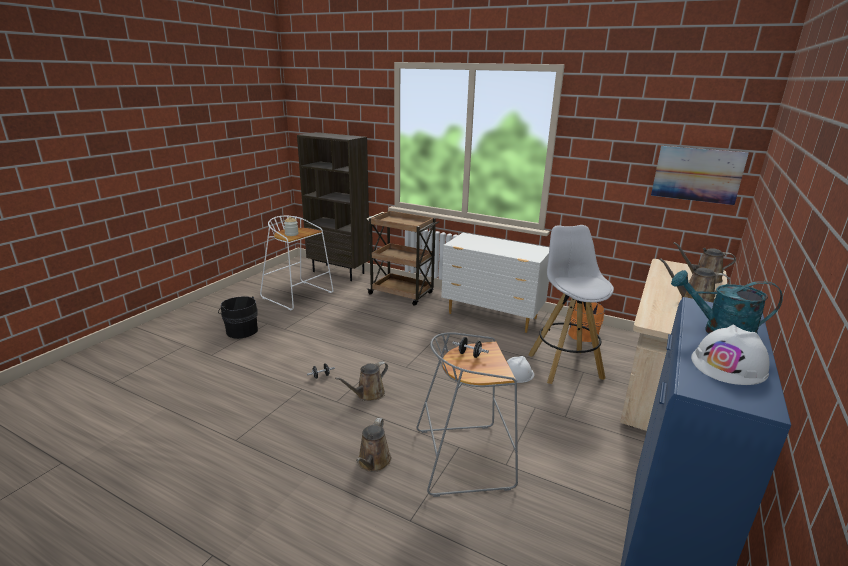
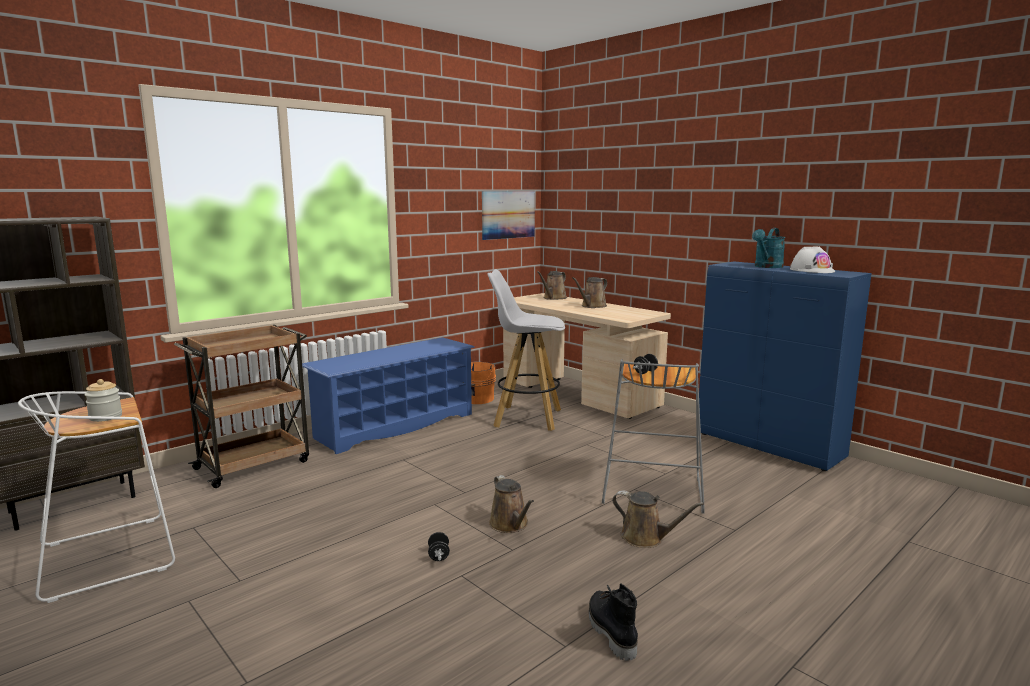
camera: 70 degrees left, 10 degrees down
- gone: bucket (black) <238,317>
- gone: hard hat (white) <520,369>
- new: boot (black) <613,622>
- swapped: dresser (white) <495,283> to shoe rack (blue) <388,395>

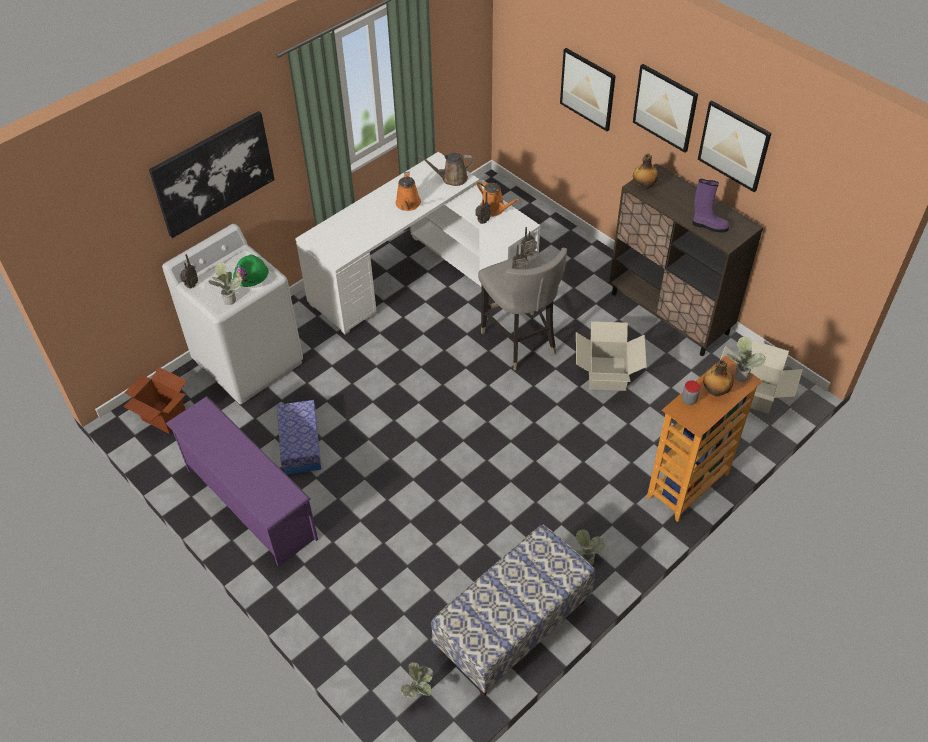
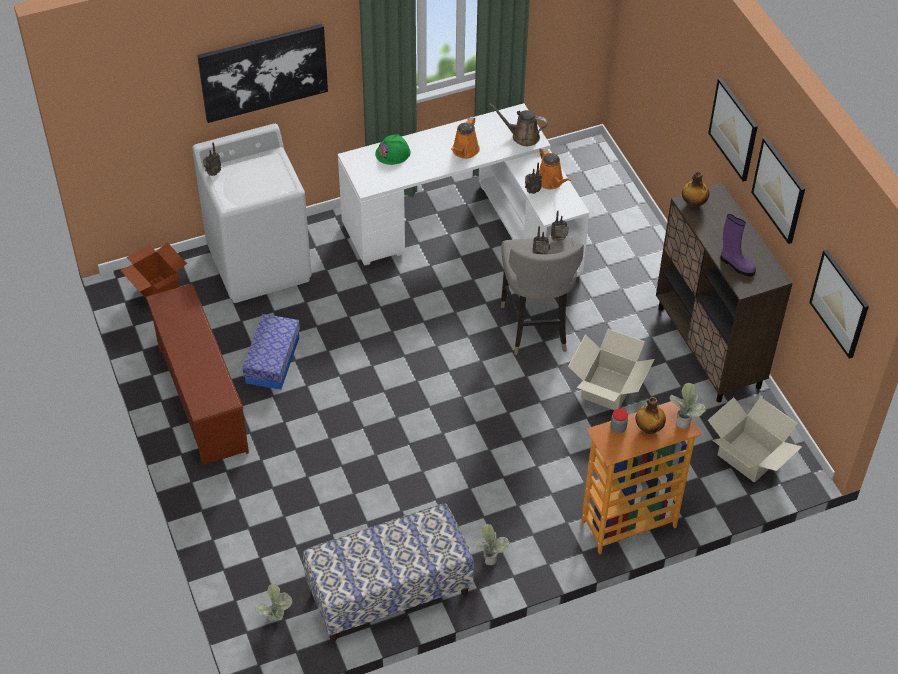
camera: 20 degrees right, 0 degrees up
- gone: potted plant <225,284>
- shifted: hard hat (green) <251,271> to <393,149>
- shifted: picture <588,89> to <839,304>
- repainted: shoe rack (purple) <242,481> to shoe rack (brown) <197,374>

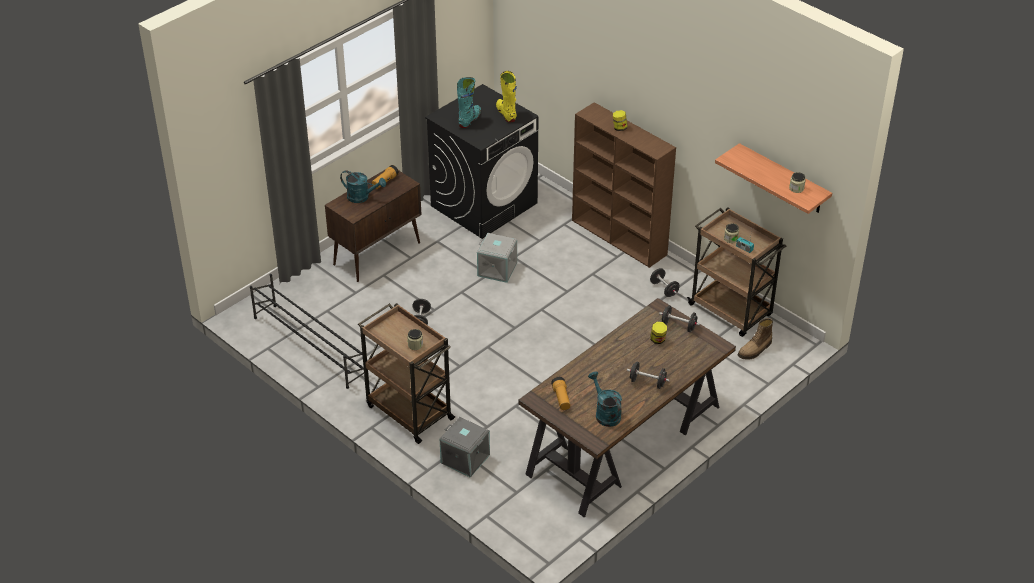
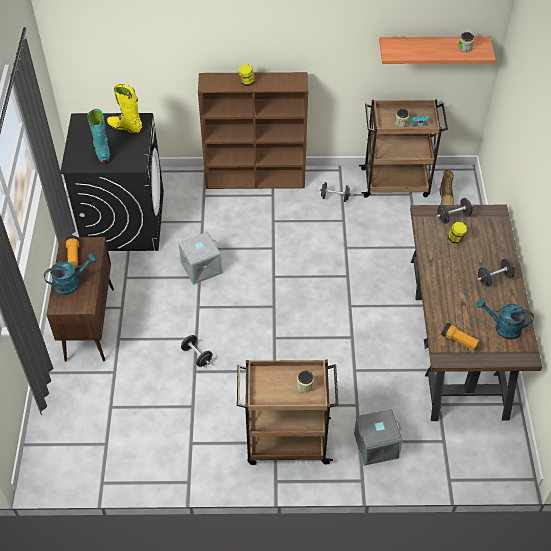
camera: 45 degrees left, 10 degrees up
- gone: shoe rack (black) <309,331>

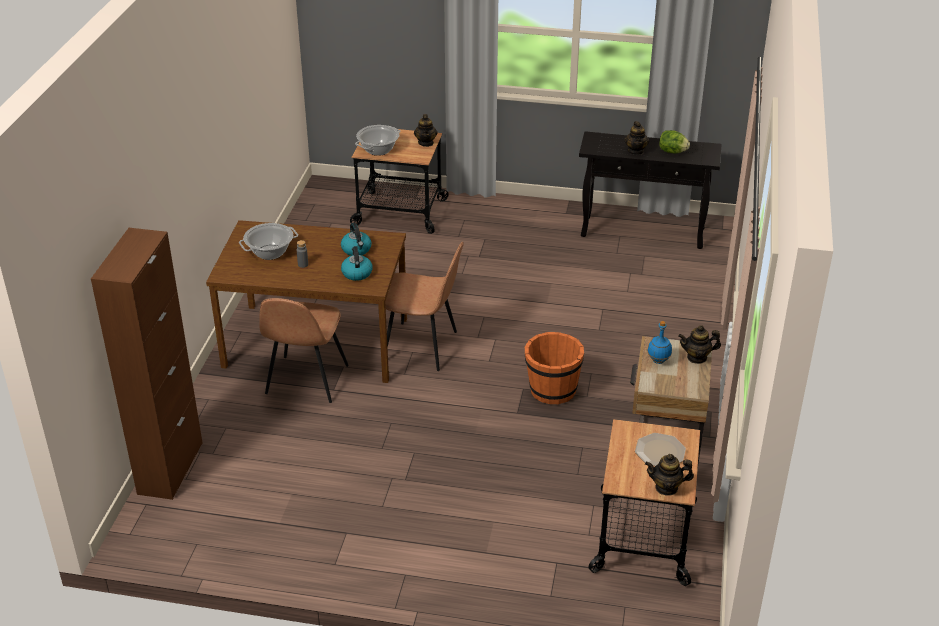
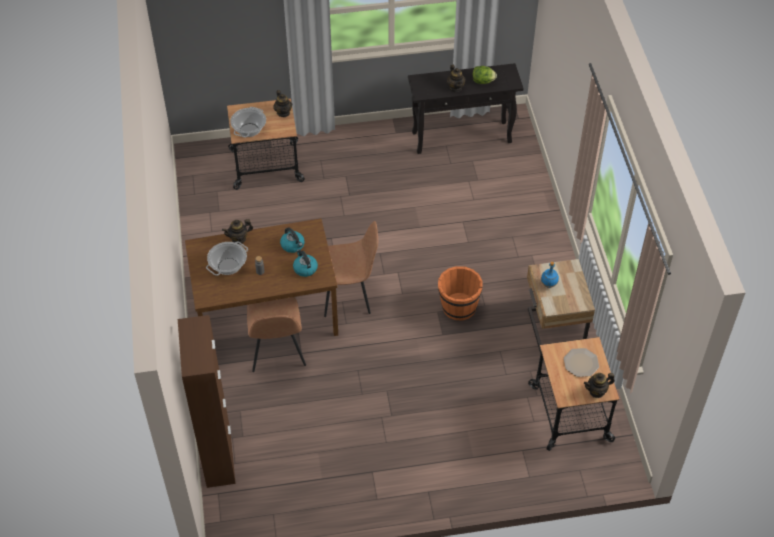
camera: 20 degrees left, 15 degrees up
- shifted: teapot <699,344> to <237,231>

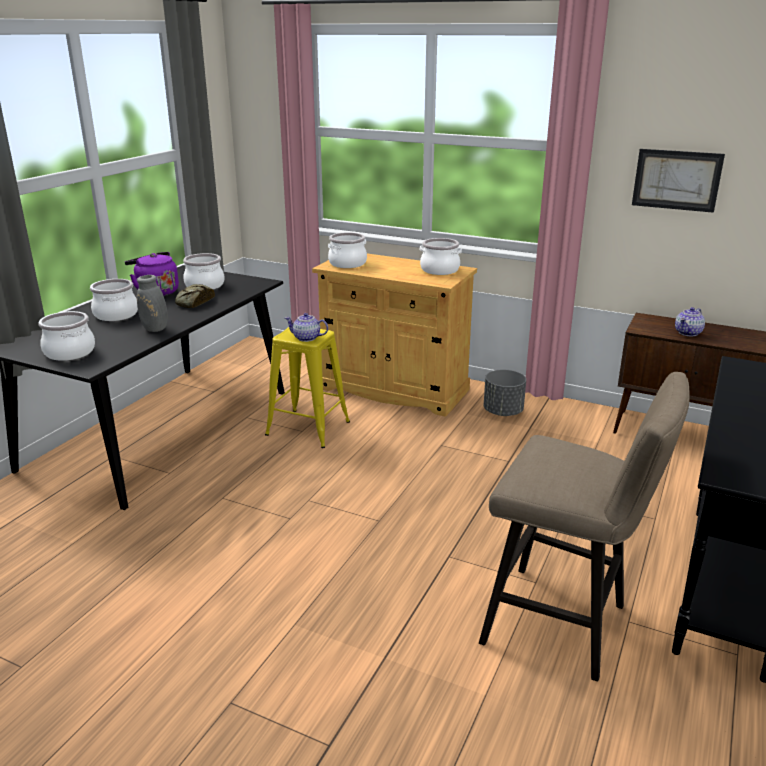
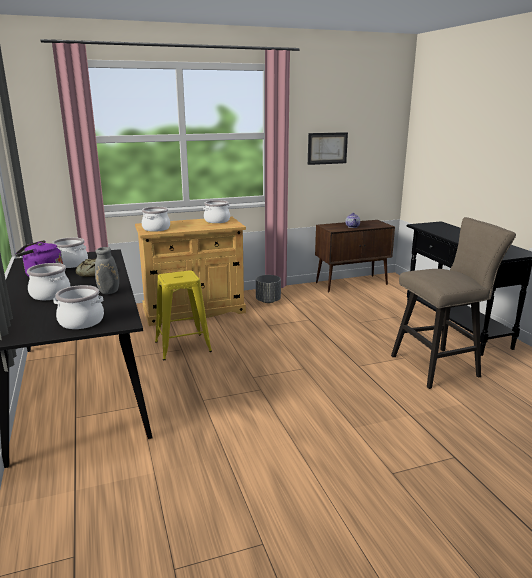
camera: 45 degrees left, 5 degrees down
- gone: teapot <306,327>

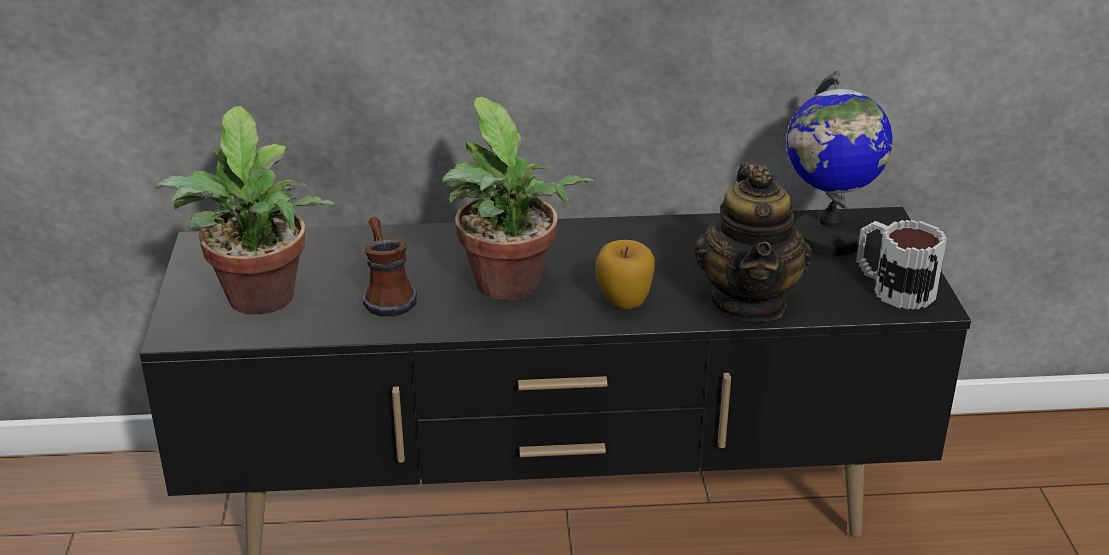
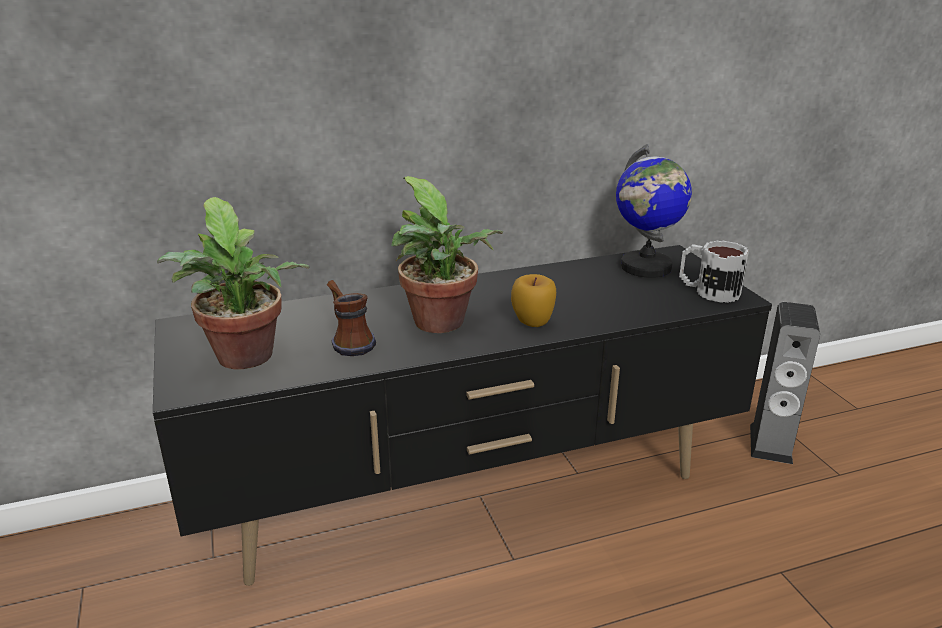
camera: 15 degrees left, 5 degrees down
- gone: teapot <753,242>
- new: speaker <785,383>

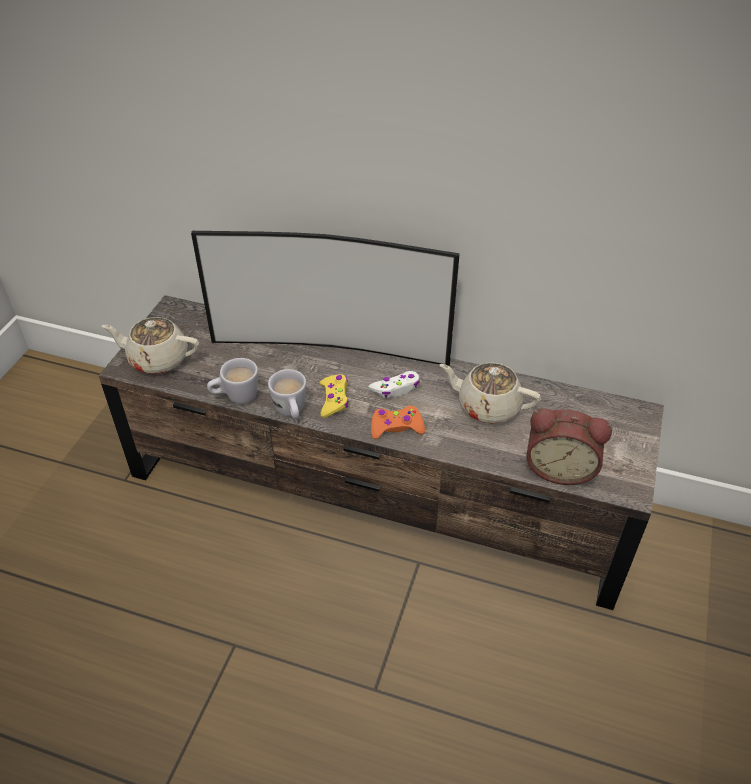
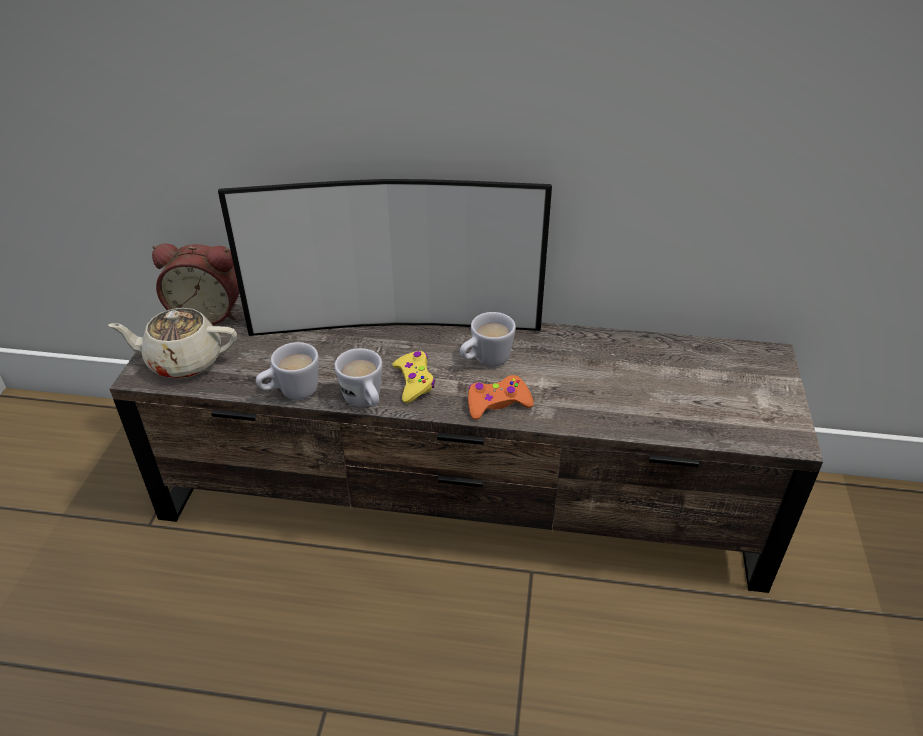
camera: 10 degrees left, 5 degrees down
- gone: teapot (beige) <490,393>
- shifted: alarm clock <569,446> to <196,284>
- swapped: game controller (white) <394,384> to mug (white) <488,339>

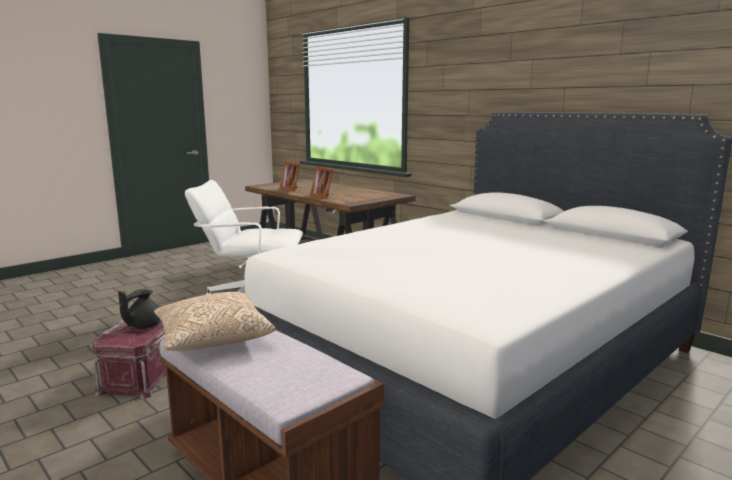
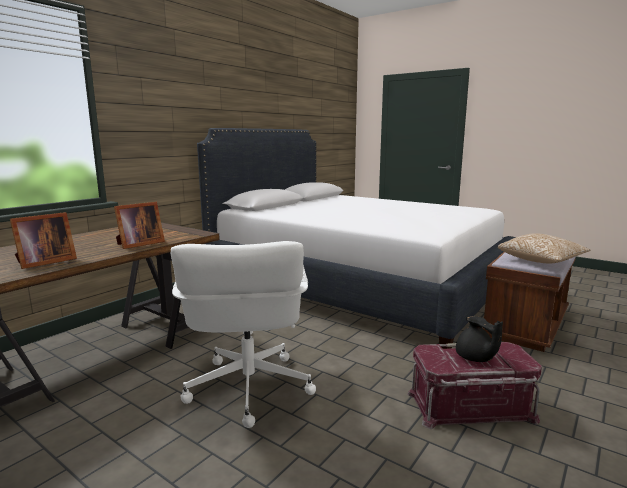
camera: 100 degrees left, 0 degrees up
- rotated: teapot (black) <139,309> = <479,339> 45 degrees clockwise

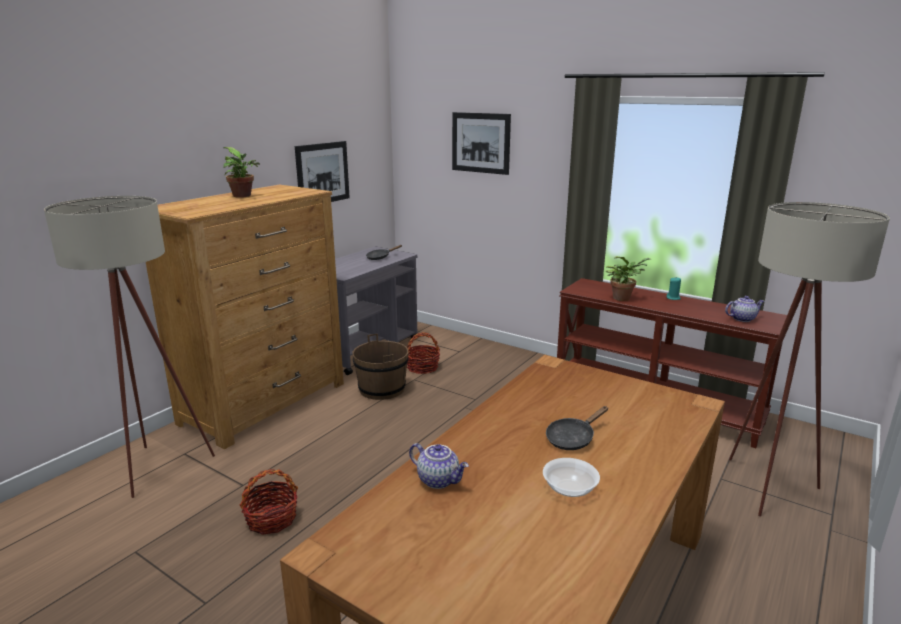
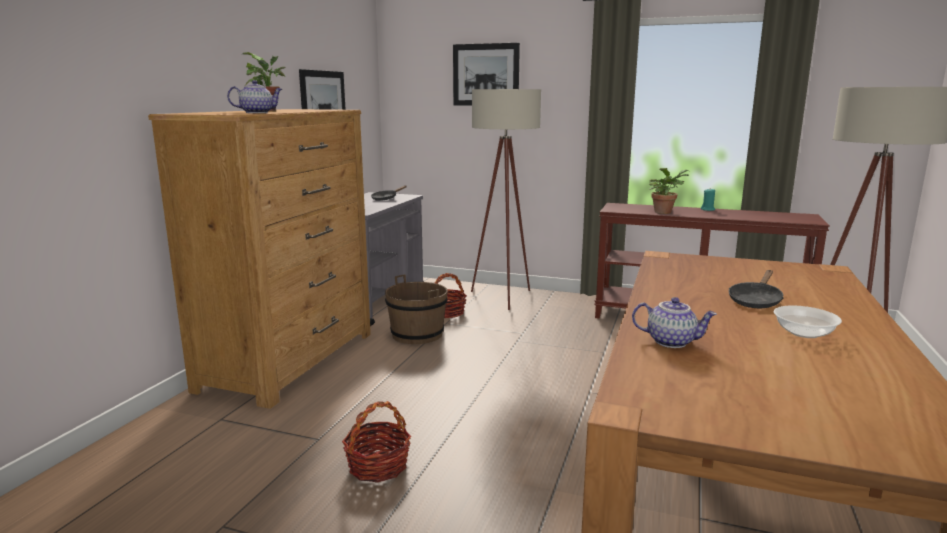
camera: 15 degrees left, 5 degrees down
- shifted: floor lamp (beige) <129,347> to <506,199>
- shifted: teapot <744,309> to <255,96>

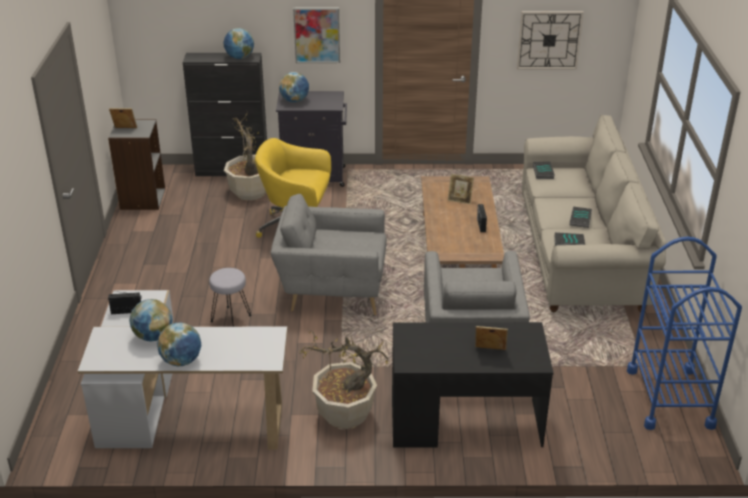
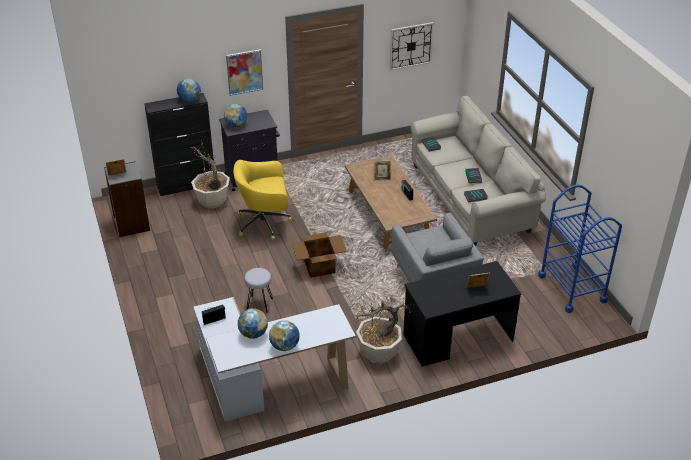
camera: 20 degrees left, 5 degrees up
- swapped: armchair (grey) <329,254> to cardboard box <319,255>

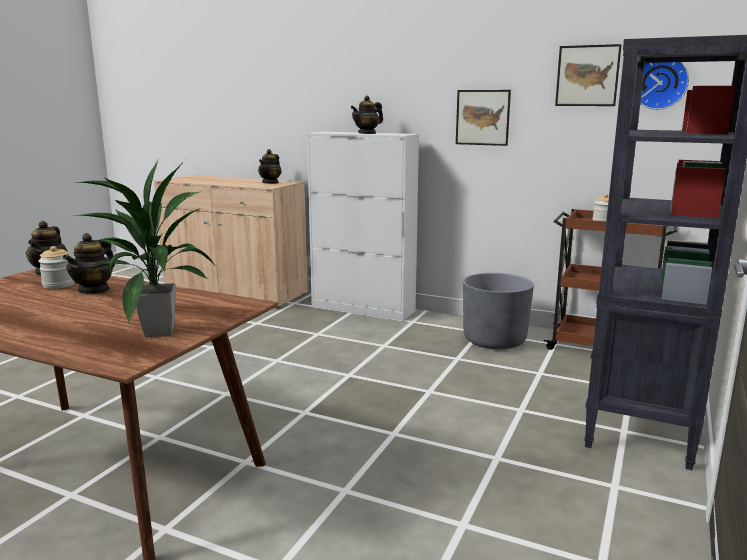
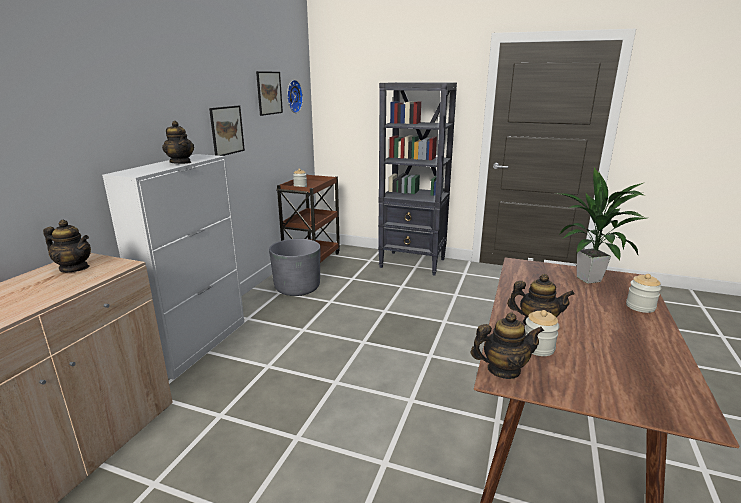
camera: 95 degrees left, 5 degrees up
- new: jar <644,293>

